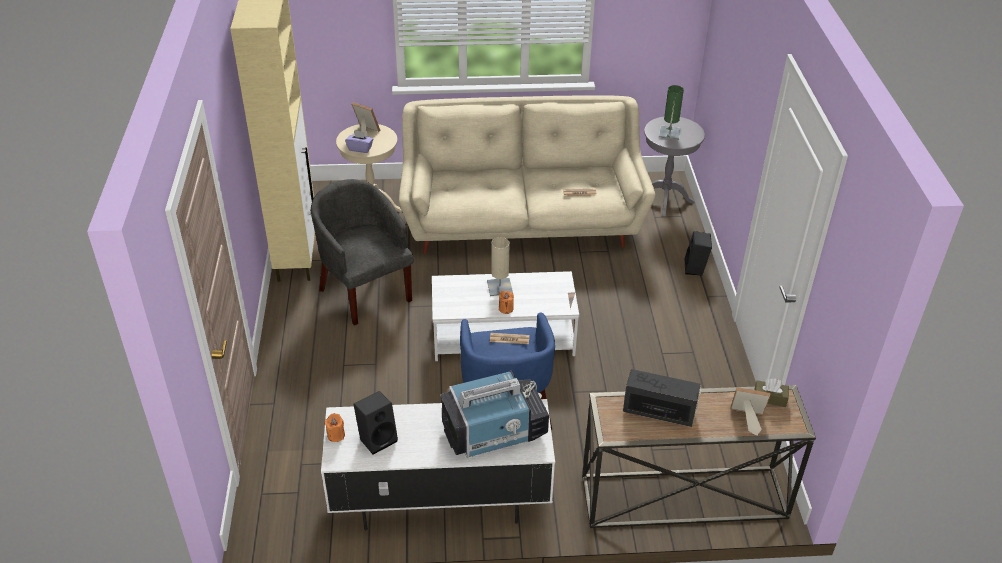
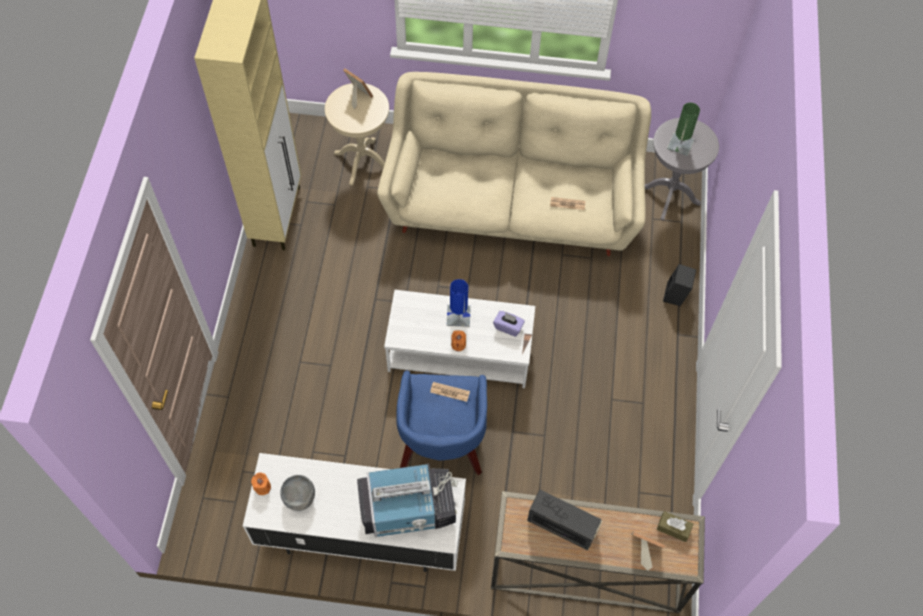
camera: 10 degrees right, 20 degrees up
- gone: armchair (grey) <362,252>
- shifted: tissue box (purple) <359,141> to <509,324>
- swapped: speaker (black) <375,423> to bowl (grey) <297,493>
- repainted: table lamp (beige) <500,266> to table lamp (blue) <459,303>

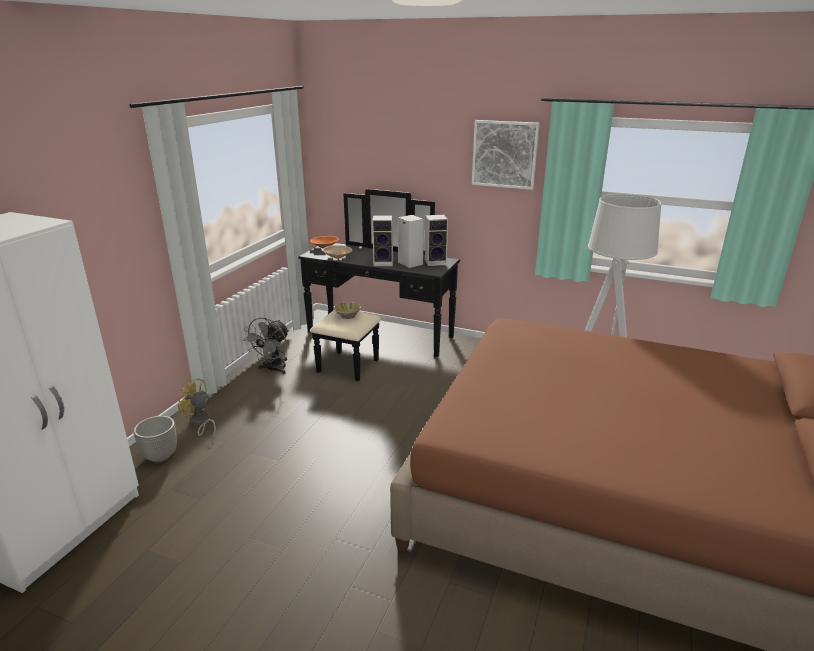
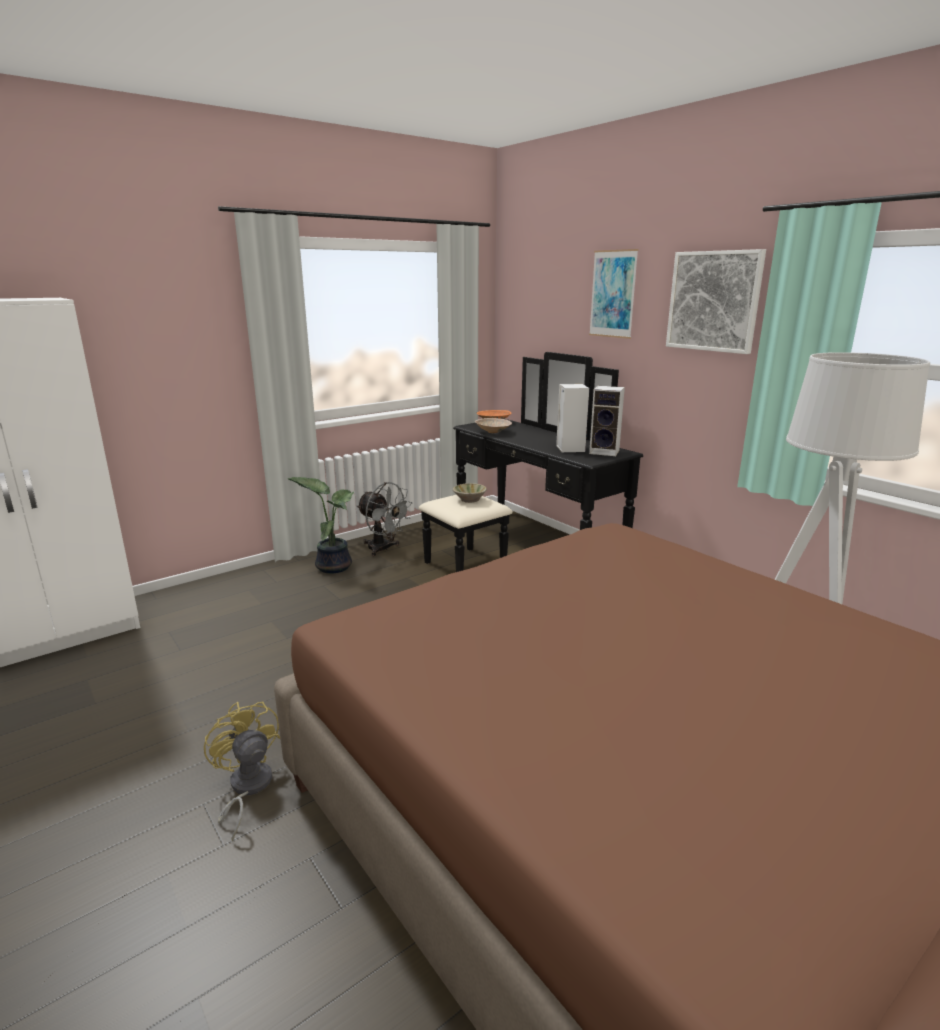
camera: 30 degrees right, 5 degrees down
- gone: planter <155,439>
- gone: speaker <382,240>
- new: potted plant <321,525>
- new: picture <614,294>
- shifted: fan (yellow) <196,408> to <242,771>
- rotated: fan (grey) <266,345> = <384,519> 105 degrees counterclockwise

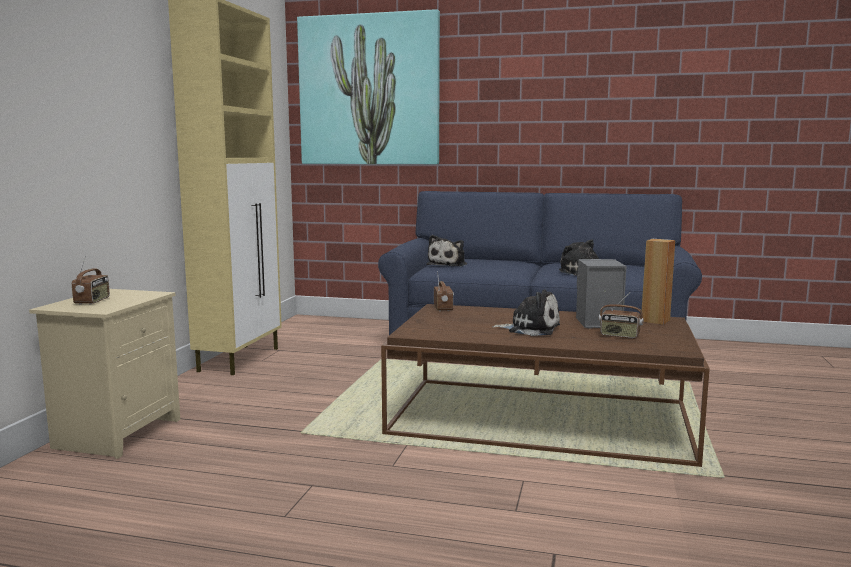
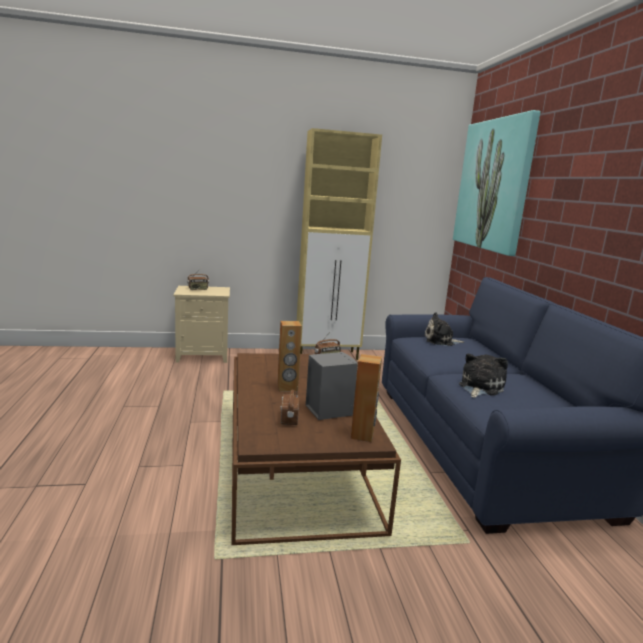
camera: 65 degrees right, 5 degrees up
- swapped: plush toy <526,312> to speaker (brown) <289,356>

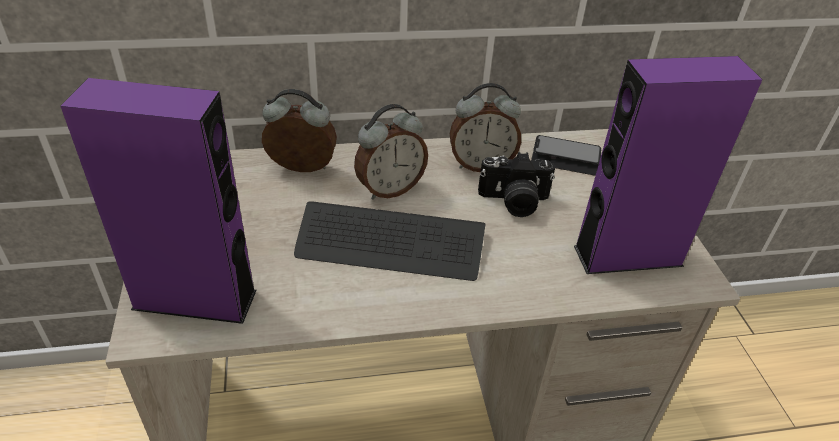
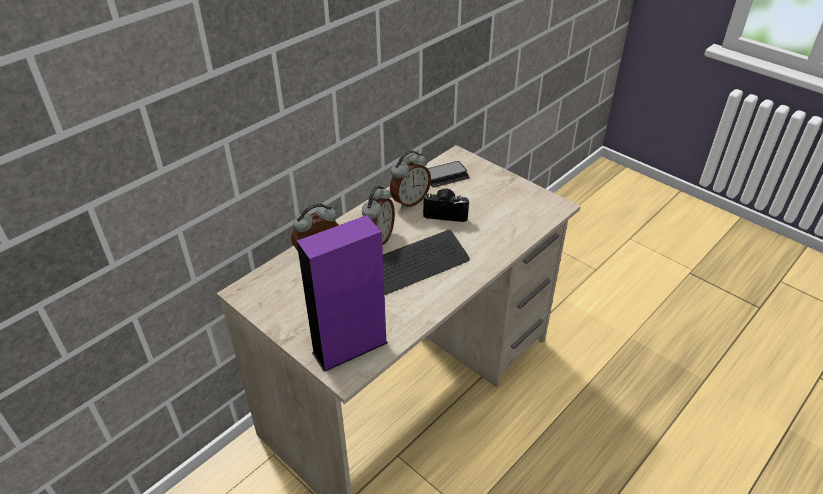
camera: 35 degrees left, 0 degrees up
- gone: speaker (purple) <668,165>
- rotated: photo camera <516,184> = <446,205> 135 degrees counterclockwise

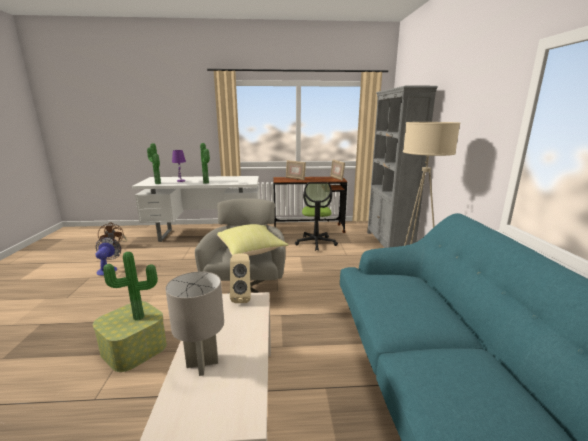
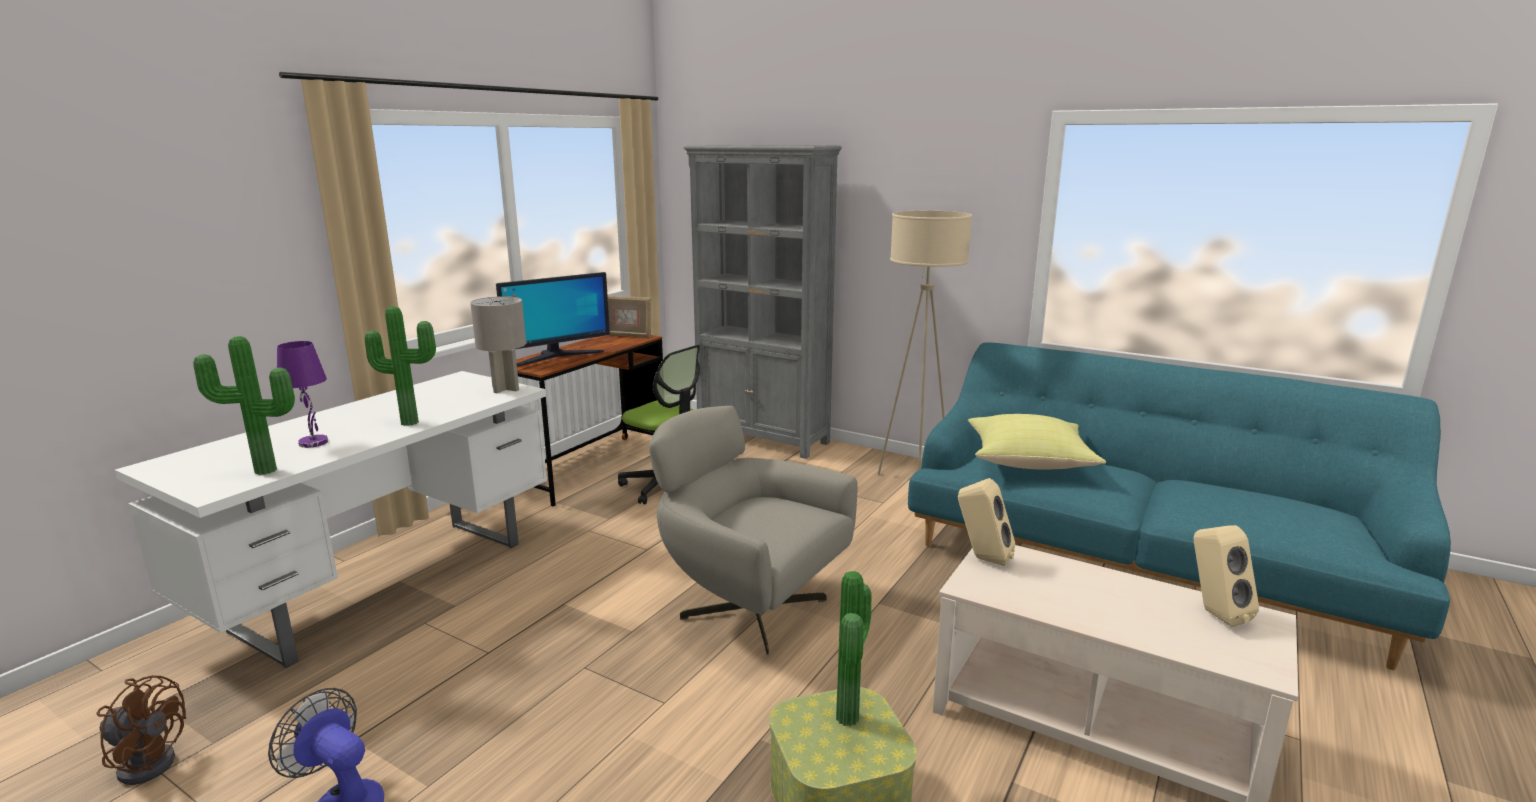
camera: 55 degrees left, 0 degrees up
- new: speaker (beige) <1226,576>
- shifted: table lamp (grey) <194,323> to <498,344>
- shifted: pillow (yellow) <252,240> to <1037,442>
- swapped: picture frame <296,170> to monitor <553,319>

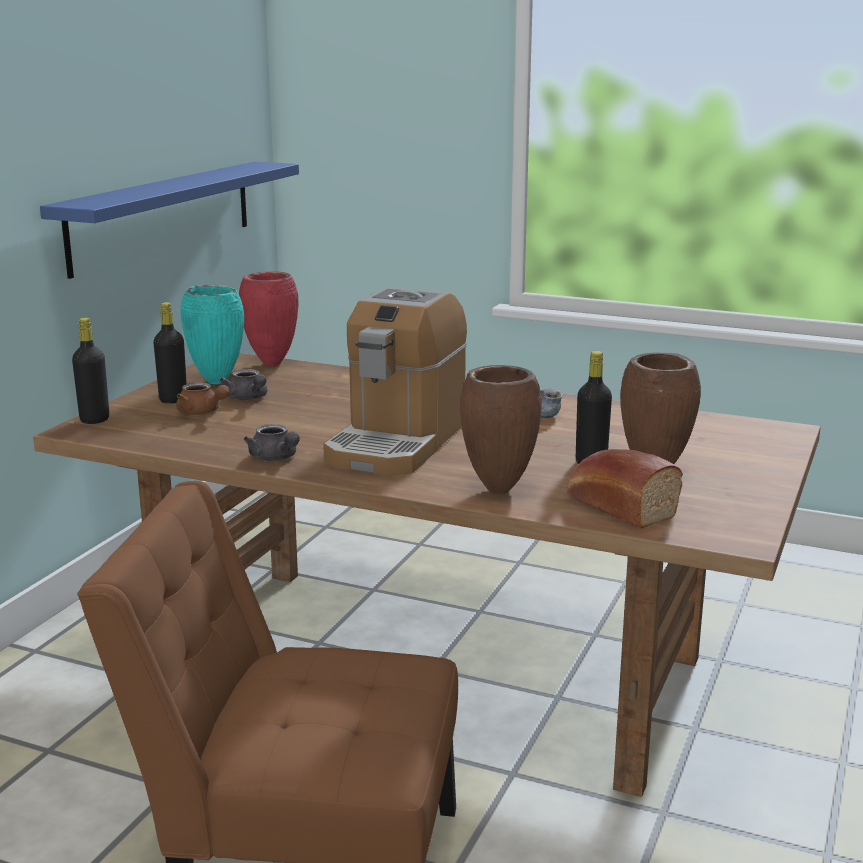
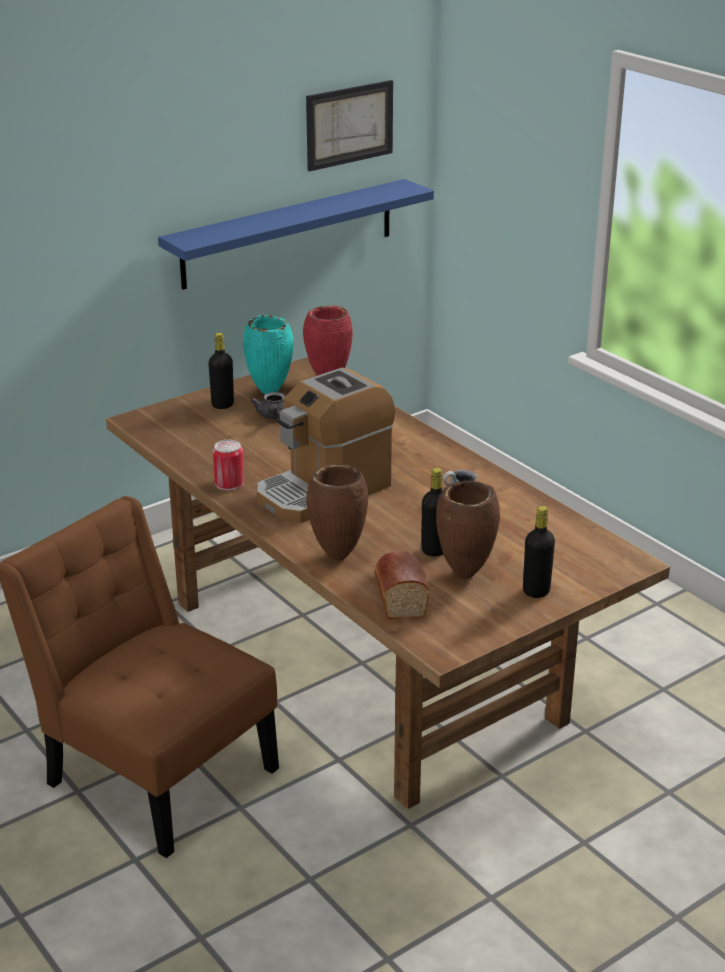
camera: 30 degrees right, 10 degrees up
- gone: teapot (brown) <203,398>
- new: picture <349,125>
- shifted: bottle (black) <90,371> to <539,552>
- swapped: teapot (grey) <272,442> to can <228,465>

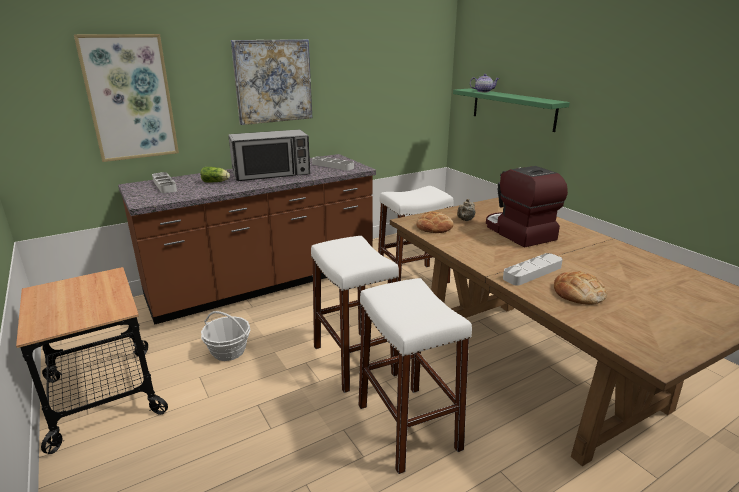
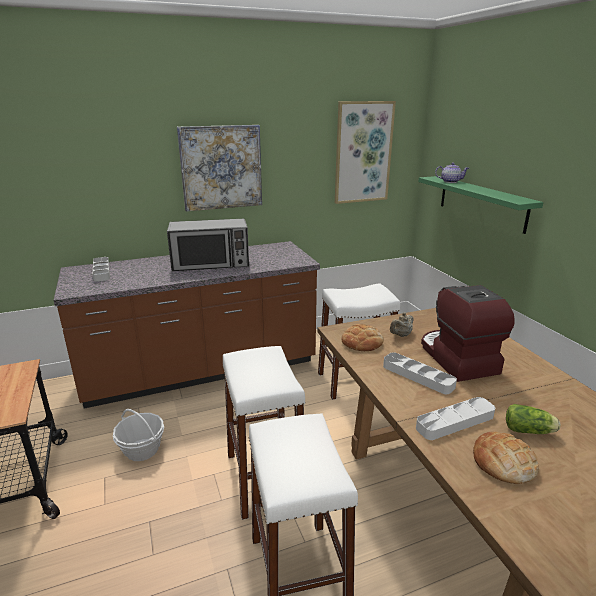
camera: 10 degrees right, 0 degrees up
- shifted: picture <126,98> to <365,152>
- shifted: lettuce <215,175> to <533,419>
- shifted: tray (grey) <333,163> to <420,373>

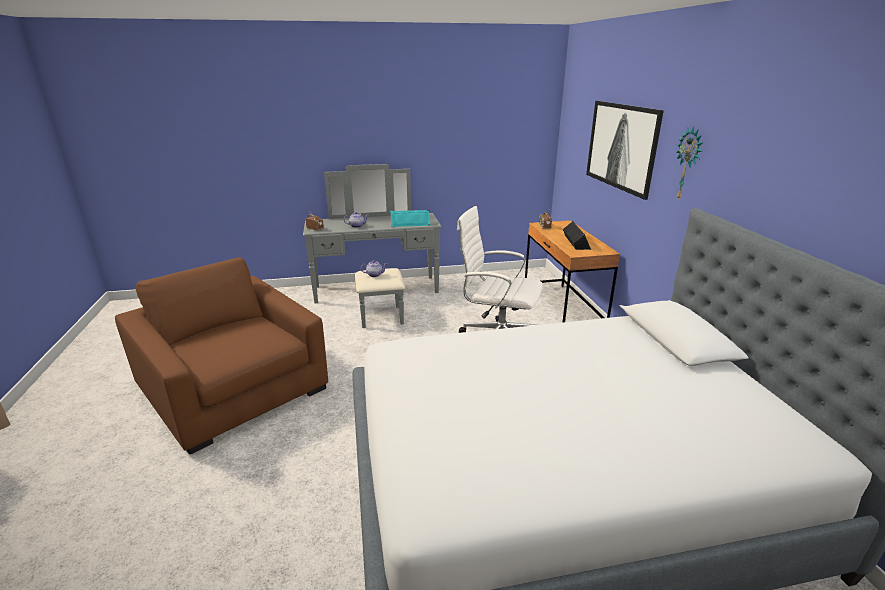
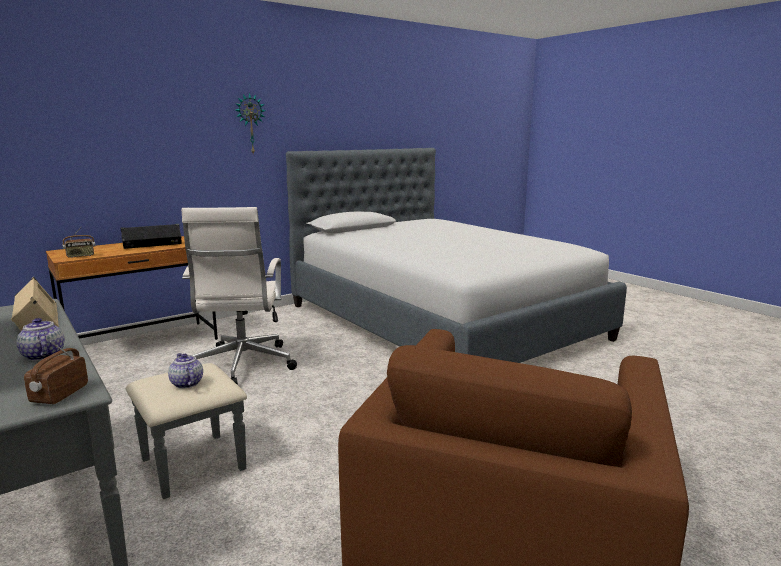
camera: 115 degrees left, 10 degrees down
- gone: picture <625,150>
- repainted: speaker (turquoise) <410,218> to speaker (beige) <35,304>

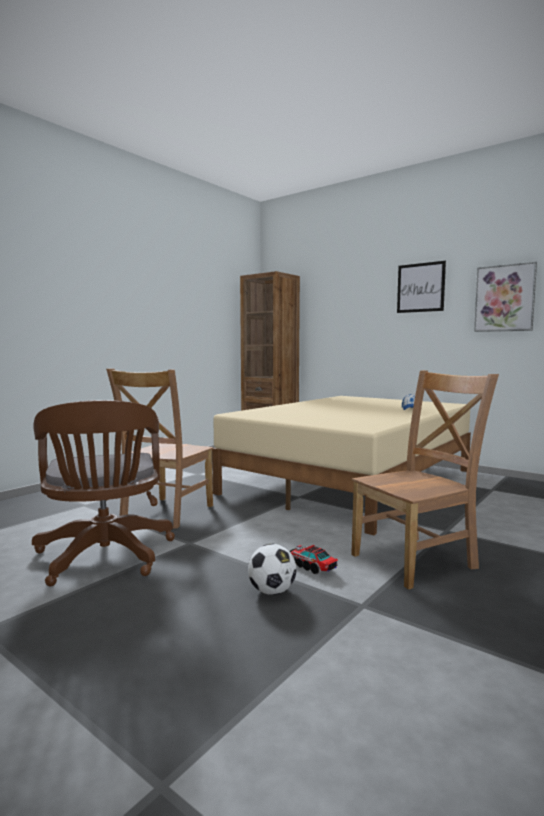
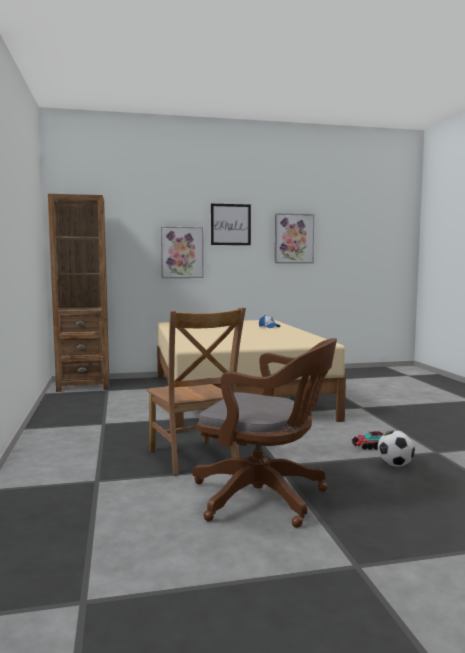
camera: 50 degrees left, 0 degrees up
- gone: chair (brown) <425,480>
- new: picture <182,252>

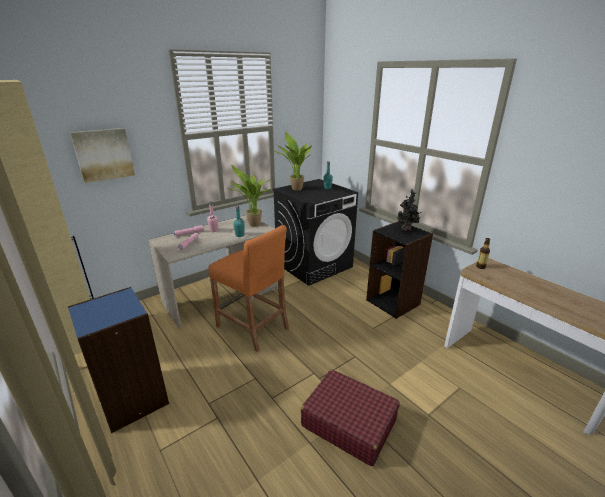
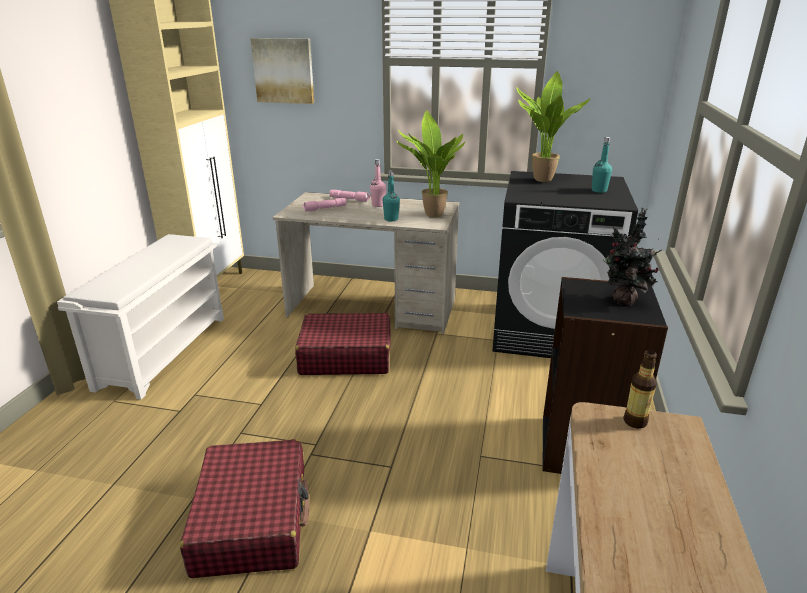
camera: 50 degrees right, 0 degrees up
- swapped: bookcase (blue) <118,360> to shoe rack (white) <140,317>
- swapped: stool (orange) <248,288> to suitcase (red) <343,344>

